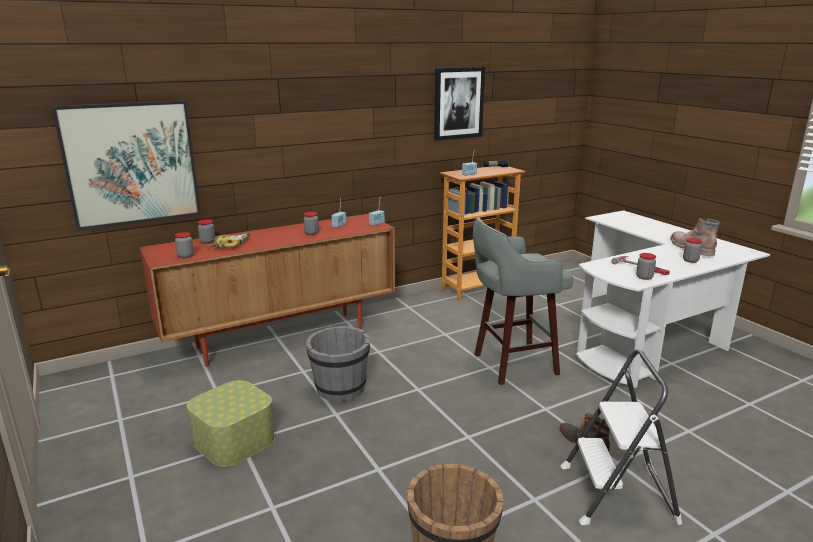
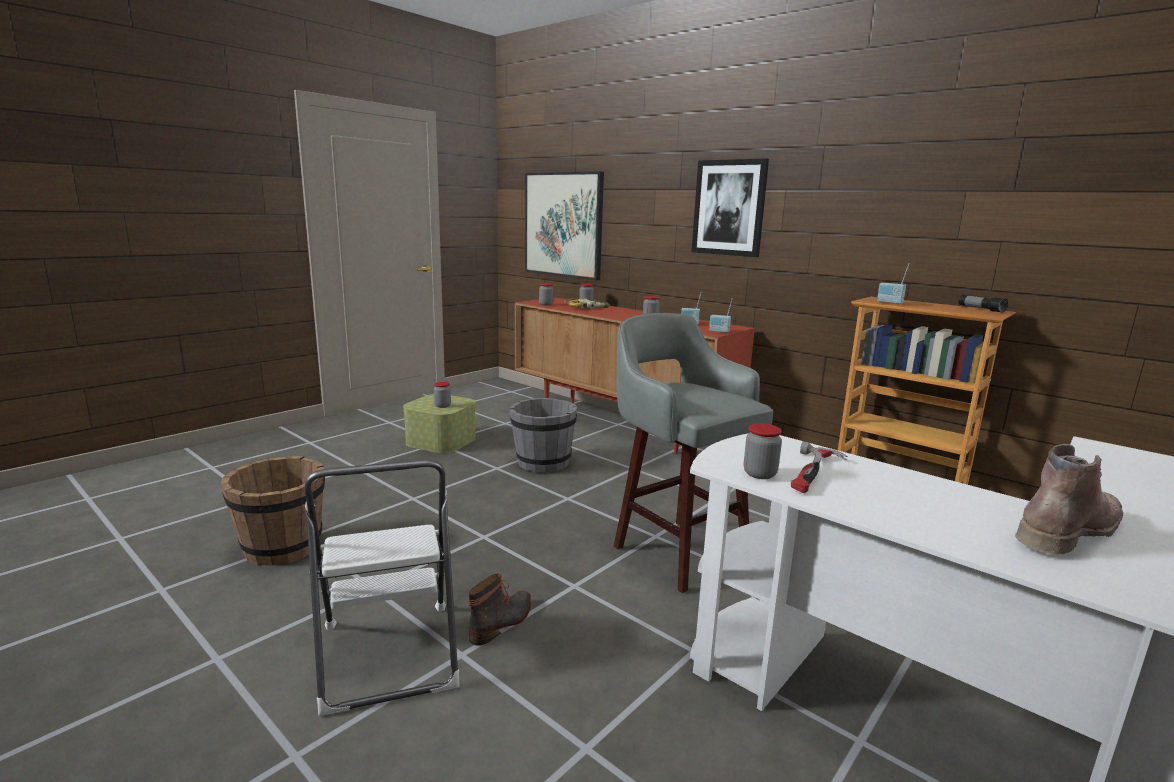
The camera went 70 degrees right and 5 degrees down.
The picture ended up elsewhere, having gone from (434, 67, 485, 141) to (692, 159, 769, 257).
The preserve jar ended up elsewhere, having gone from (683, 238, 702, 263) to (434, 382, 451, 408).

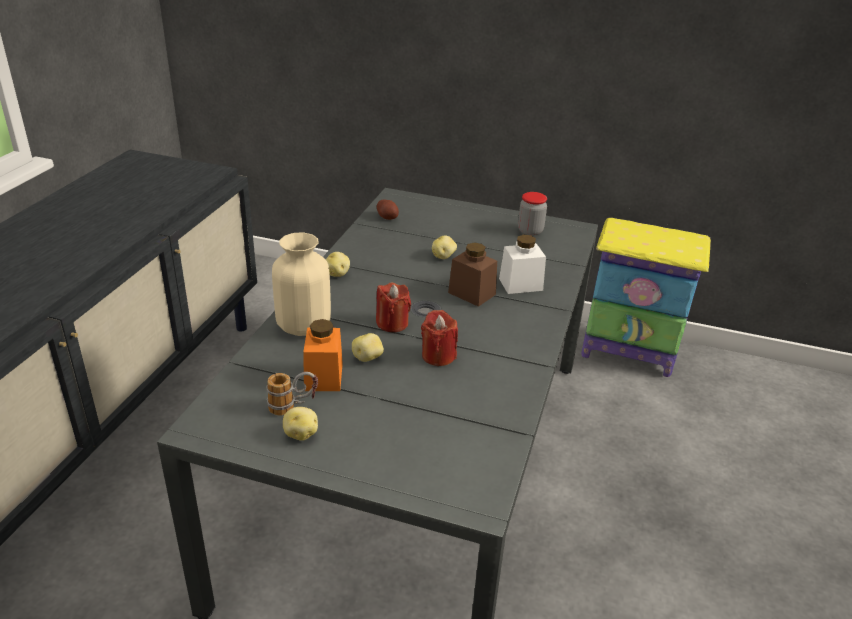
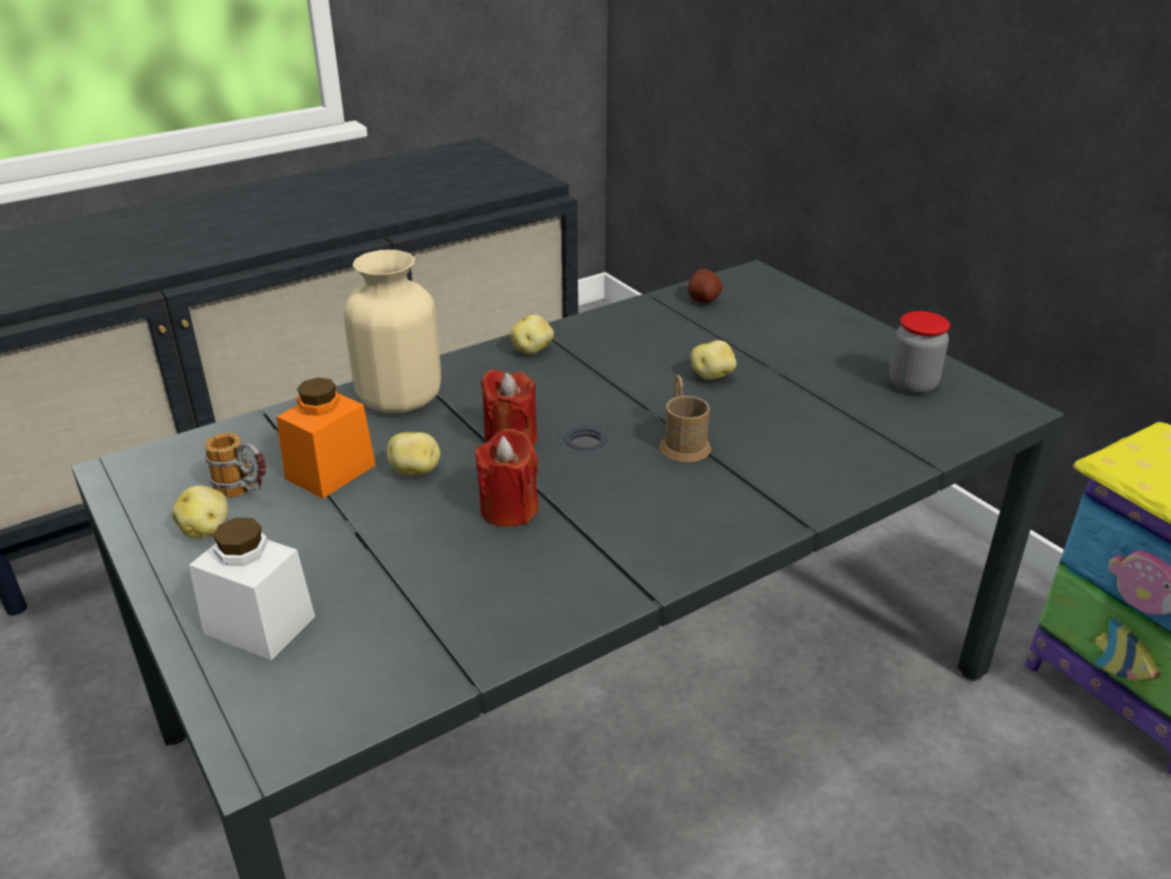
The camera went 40 degrees right and 0 degrees up.
Where the preserve jar (brown-coloured) stood at (448, 242, 497, 307), the coffee mug (brown-coloured) came to stand at (660, 375, 711, 462).
The preserve jar (white) ended up elsewhere, having gone from (499, 235, 546, 294) to (189, 518, 315, 660).

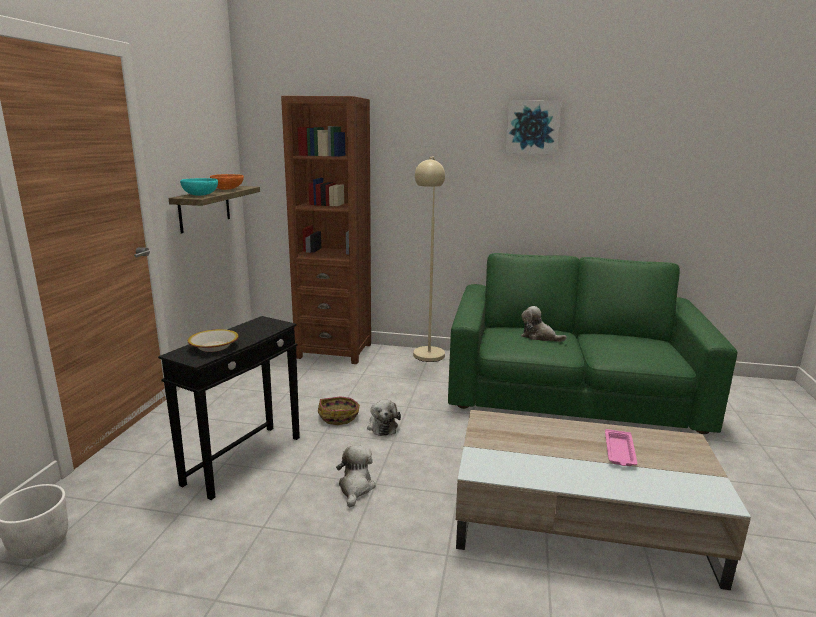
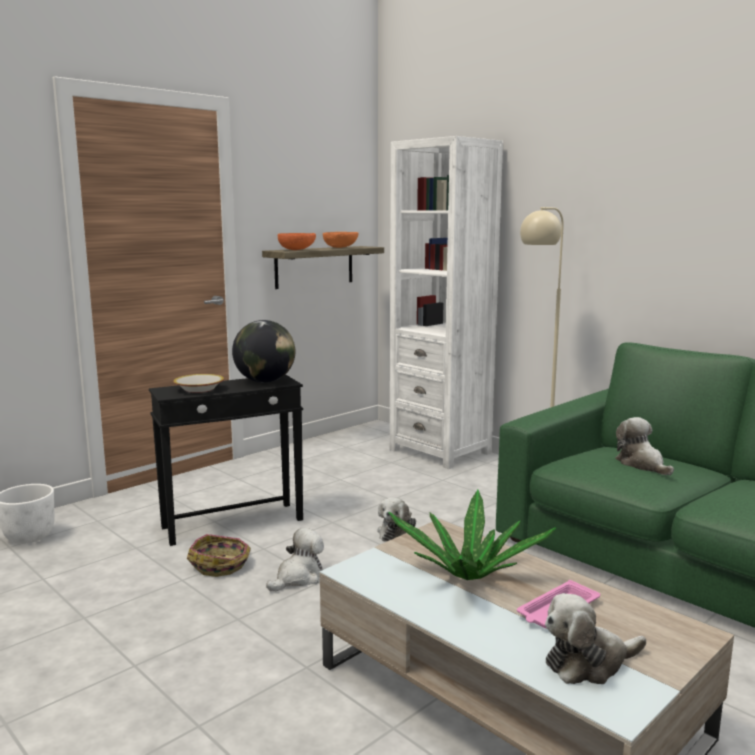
The camera went 35 degrees right and 5 degrees down.
What was the bowl (turquoise-coloured) at (180, 178, 218, 196) turned into the bowl (orange-coloured) at (278, 233, 316, 250).
What was the shelving unit (brown-coloured) at (281, 96, 371, 364) turned into the shelving unit (white) at (390, 136, 503, 469).
The household basket ended up elsewhere, having gone from (318, 396, 360, 425) to (187, 534, 251, 577).
The second view lost the picture at (505, 100, 562, 154).
The second view gained the globe at (232, 320, 295, 383).
The second view gained the plant in a pot at (389, 490, 556, 580).
The second view gained the cuddly toy at (545, 593, 646, 684).

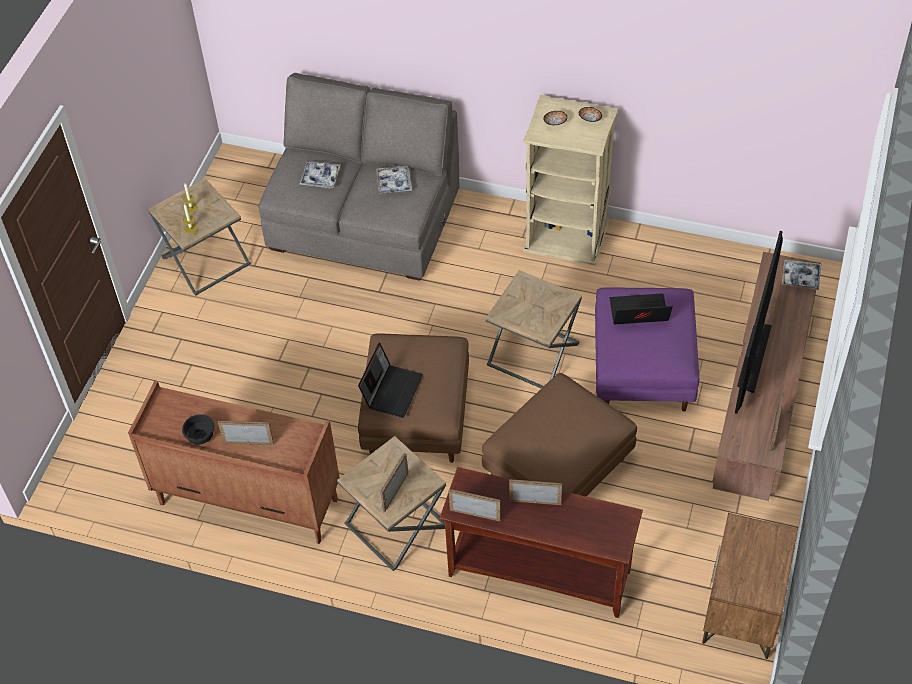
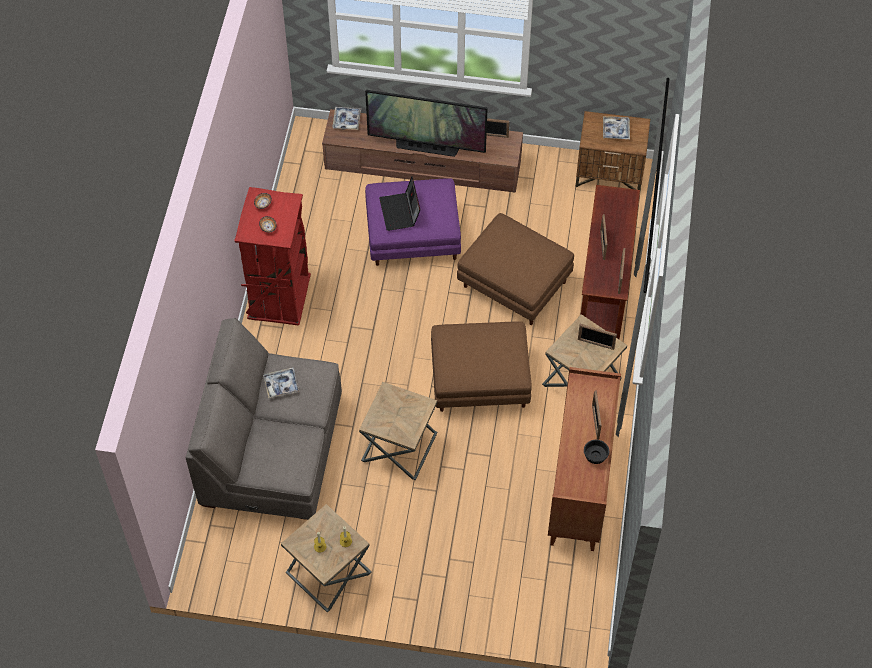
The camera went 100 degrees left and 5 degrees up.
The serving tray ended up elsewhere, having gone from (299, 161, 341, 188) to (603, 116, 630, 139).
The second view lost the laptop at (358, 343, 423, 418).
The side table (brown-coloured) ended up elsewhere, having gone from (486, 270, 582, 388) to (359, 382, 437, 480).
What was the shelving unit (sand-coloured) at (523, 95, 618, 265) turned into the shelving unit (red-coloured) at (234, 187, 311, 325).

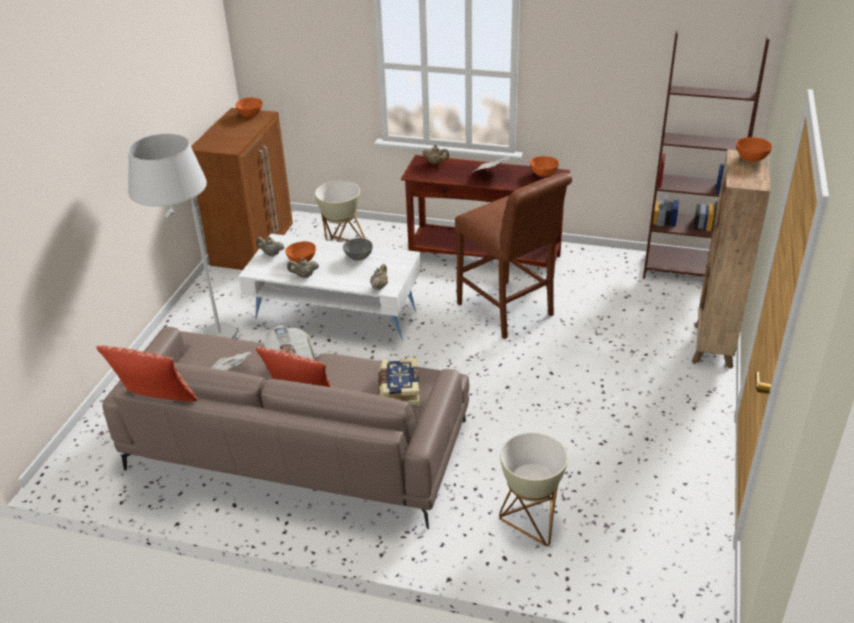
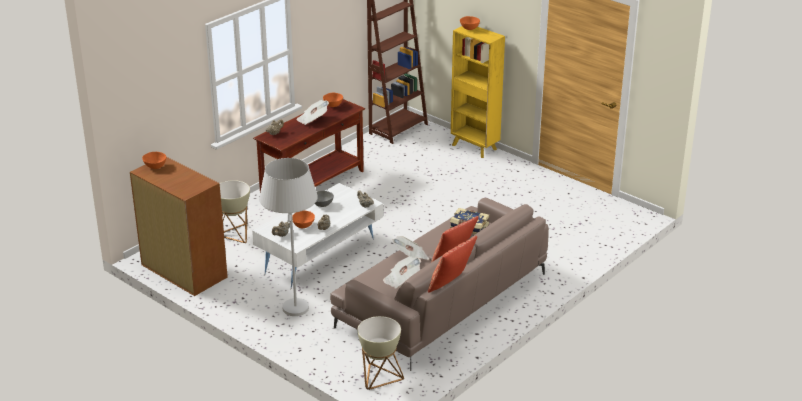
The camera went 65 degrees left and 5 degrees down.
The second view lost the stool seat (brown-coloured) at (455, 173, 572, 339).
The planter ended up elsewhere, having gone from (499, 432, 568, 546) to (357, 316, 404, 390).
What was the shelving unit (brown-coloured) at (692, 149, 770, 369) turned into the shelving unit (yellow) at (451, 26, 505, 158).

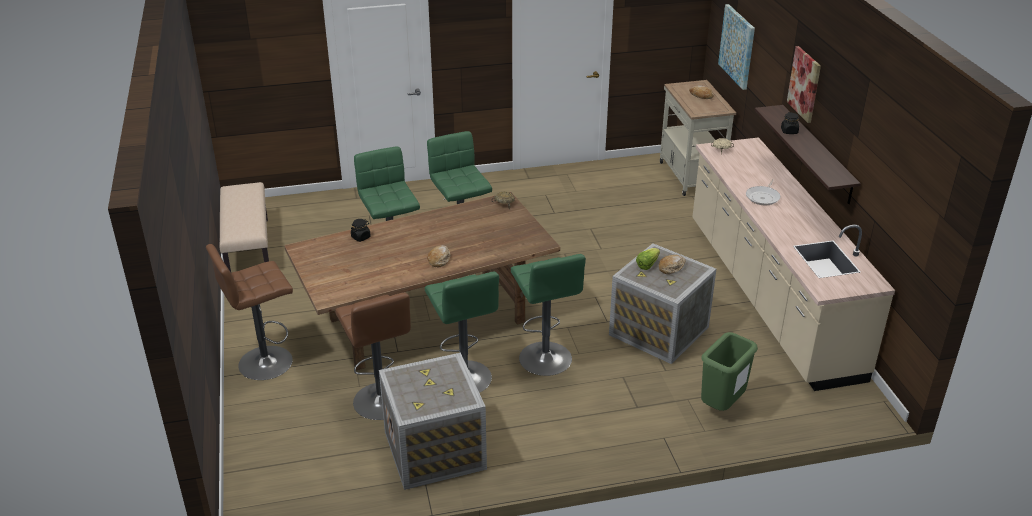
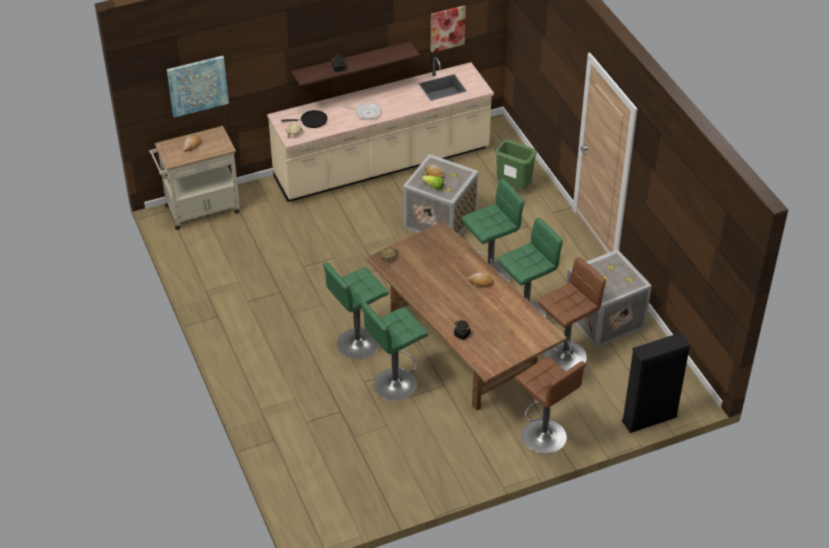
The camera went 100 degrees left and 10 degrees up.
The second view lost the long seat (sand-coloured) at (220, 182, 269, 272).
The picture ended up elsewhere, having gone from (787, 46, 821, 123) to (431, 5, 466, 53).
The second view gained the skillet (black-coloured) at (281, 110, 327, 128).
The second view gained the shelving unit (black-coloured) at (621, 332, 691, 433).

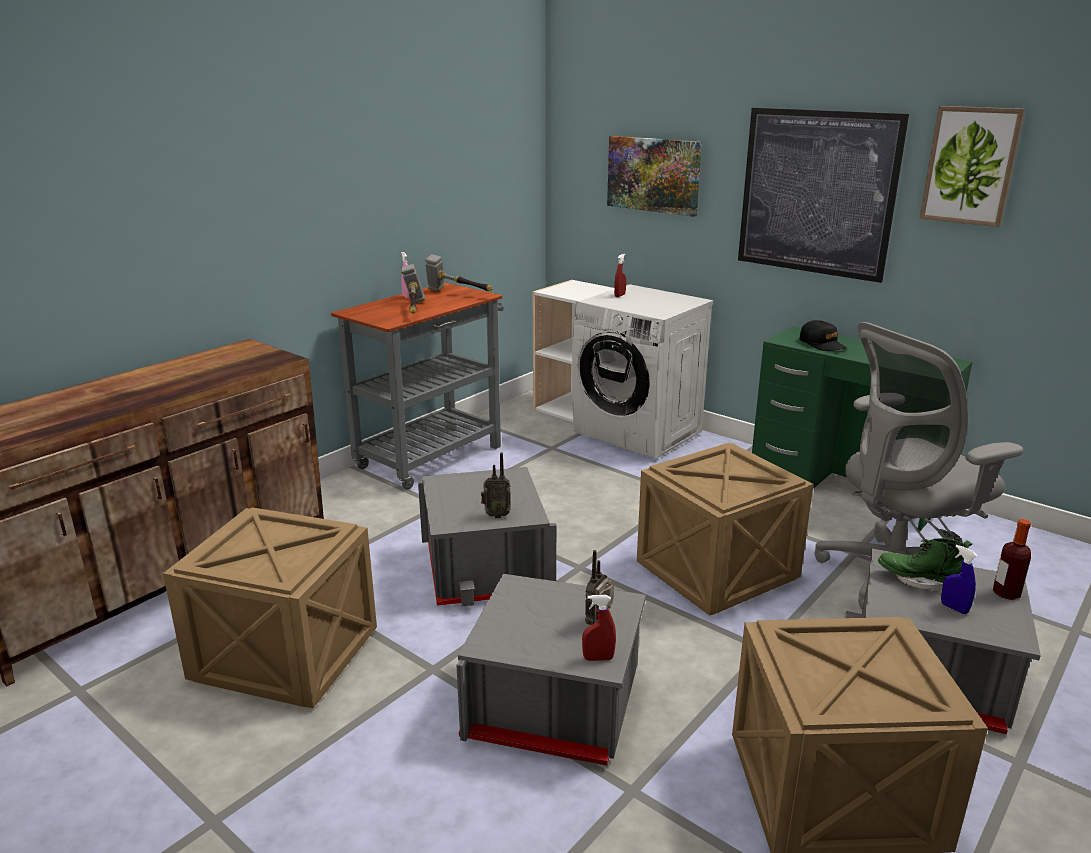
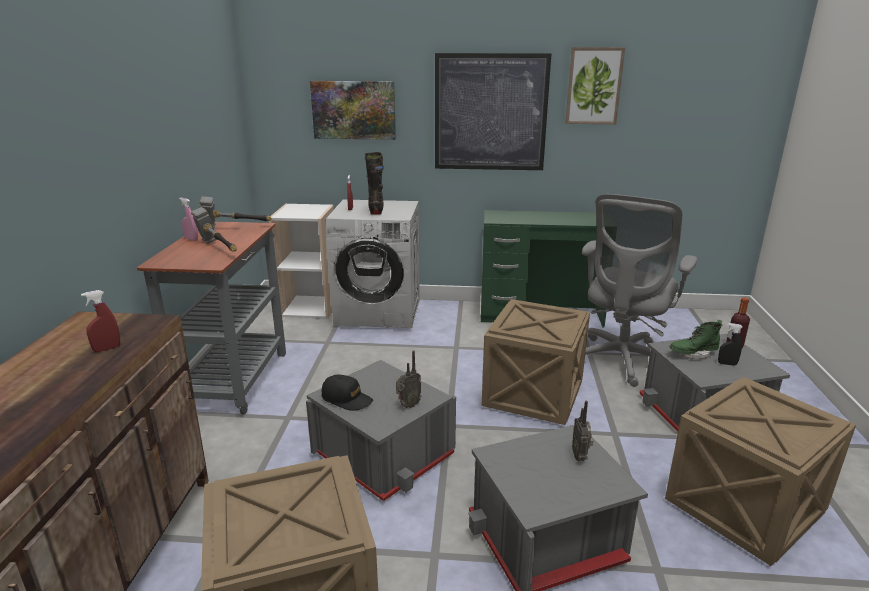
The camera went 35 degrees left and 0 degrees up.
The spray bottle (red-coloured) ended up elsewhere, having gone from (582, 595, 616, 661) to (81, 290, 120, 352).
The cap (black-coloured) ended up elsewhere, having gone from (799, 320, 847, 351) to (322, 375, 373, 411).
What was the spray bottle (blue) at (941, 545, 978, 614) turned into the spray bottle (black-coloured) at (718, 323, 743, 366).
The second view gained the tall boot (black-coloured) at (365, 152, 384, 215).

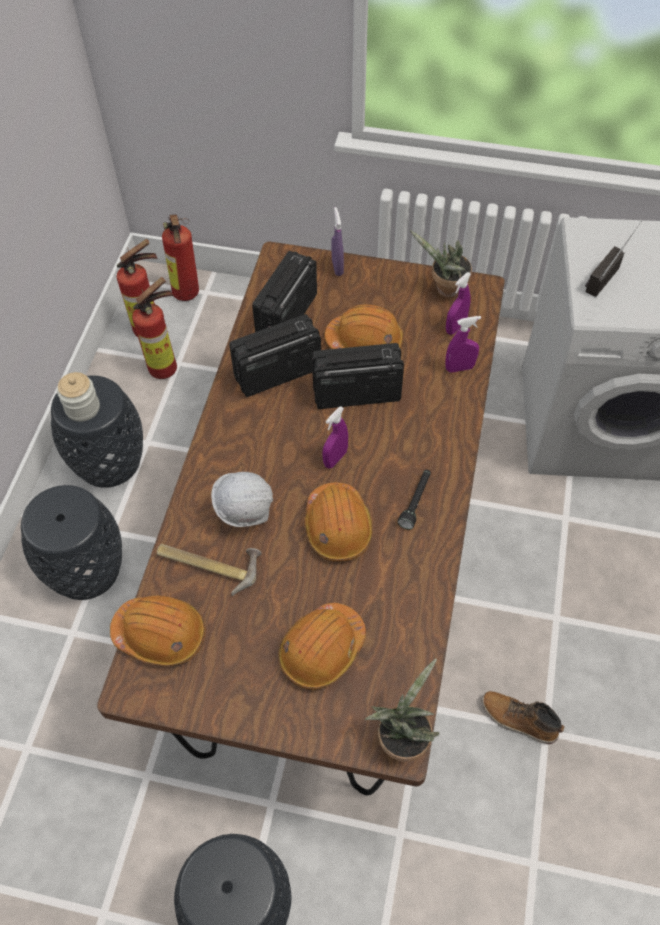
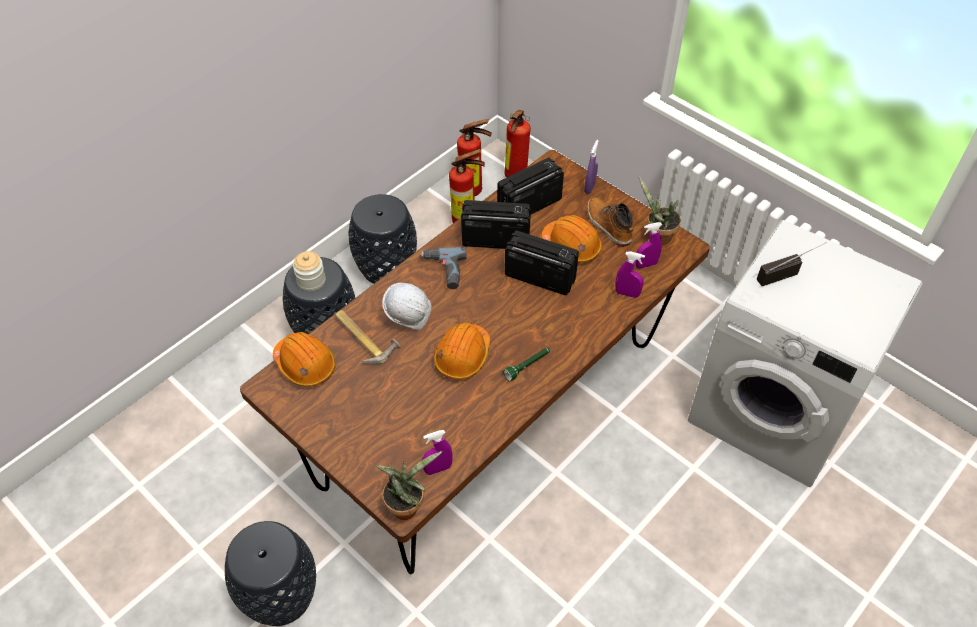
The camera went 30 degrees right and 5 degrees down.
The preserve jar ended up elsewhere, having gone from (57, 372, 100, 422) to (293, 251, 326, 292).
The second view lost the safety helmet (orange-coloured) at (278, 603, 366, 690).
The spray bottle (purplish) ended up elsewhere, having gone from (323, 406, 348, 469) to (422, 430, 453, 475).
What was the hand torch (black-coloured) at (398, 469, 431, 530) turned into the hand torch (greenish) at (503, 347, 550, 381).
The tall boot ended up elsewhere, having gone from (482, 691, 565, 744) to (587, 197, 633, 247).
The second view gained the electric drill at (421, 247, 467, 289).

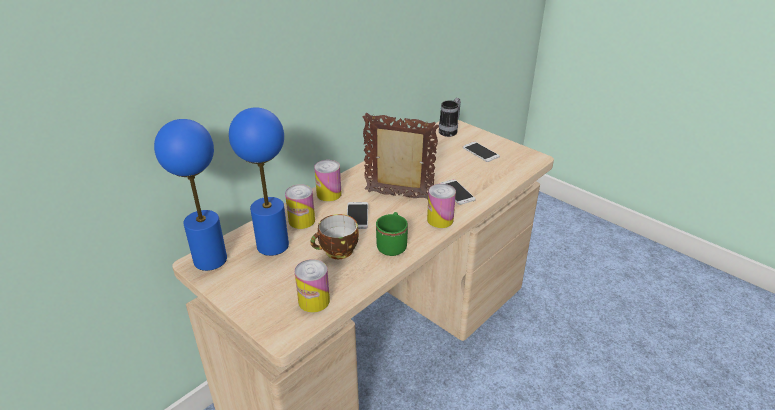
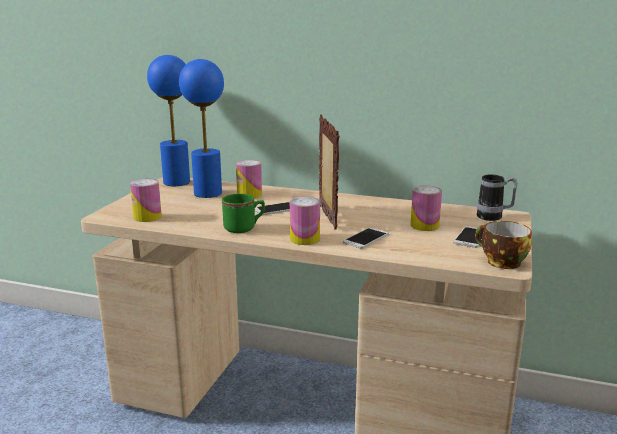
The camera went 65 degrees right and 15 degrees down.
The cup ended up elsewhere, having gone from (310, 214, 359, 259) to (475, 221, 532, 269).
The can ended up elsewhere, having gone from (314, 160, 342, 201) to (411, 185, 442, 231).

